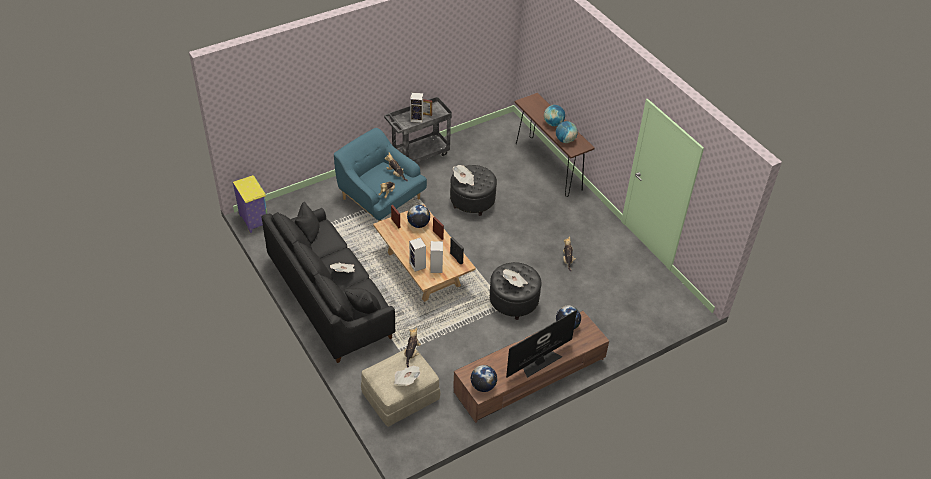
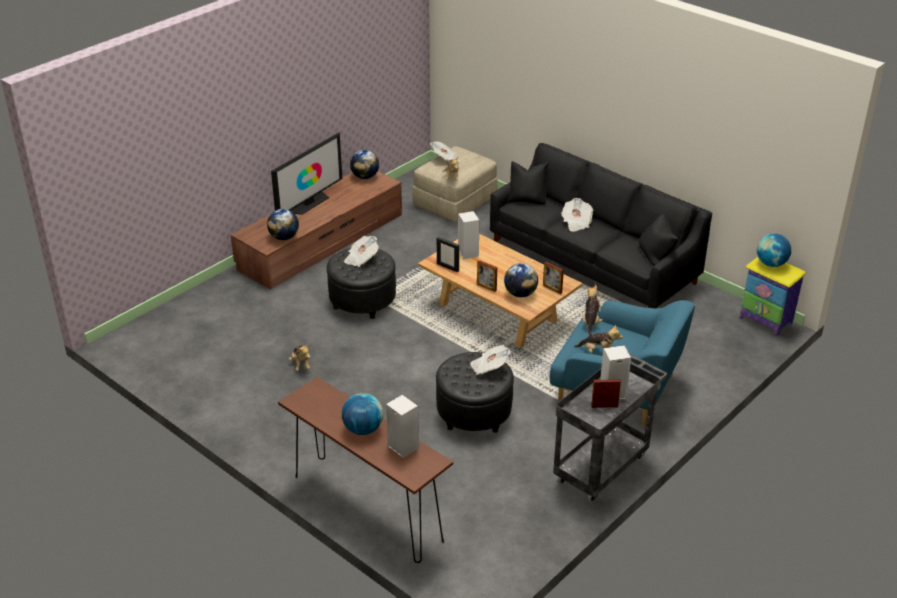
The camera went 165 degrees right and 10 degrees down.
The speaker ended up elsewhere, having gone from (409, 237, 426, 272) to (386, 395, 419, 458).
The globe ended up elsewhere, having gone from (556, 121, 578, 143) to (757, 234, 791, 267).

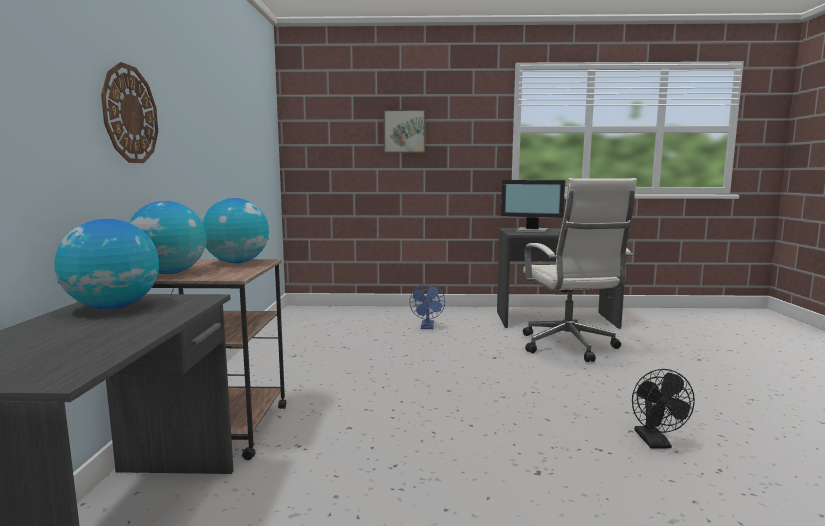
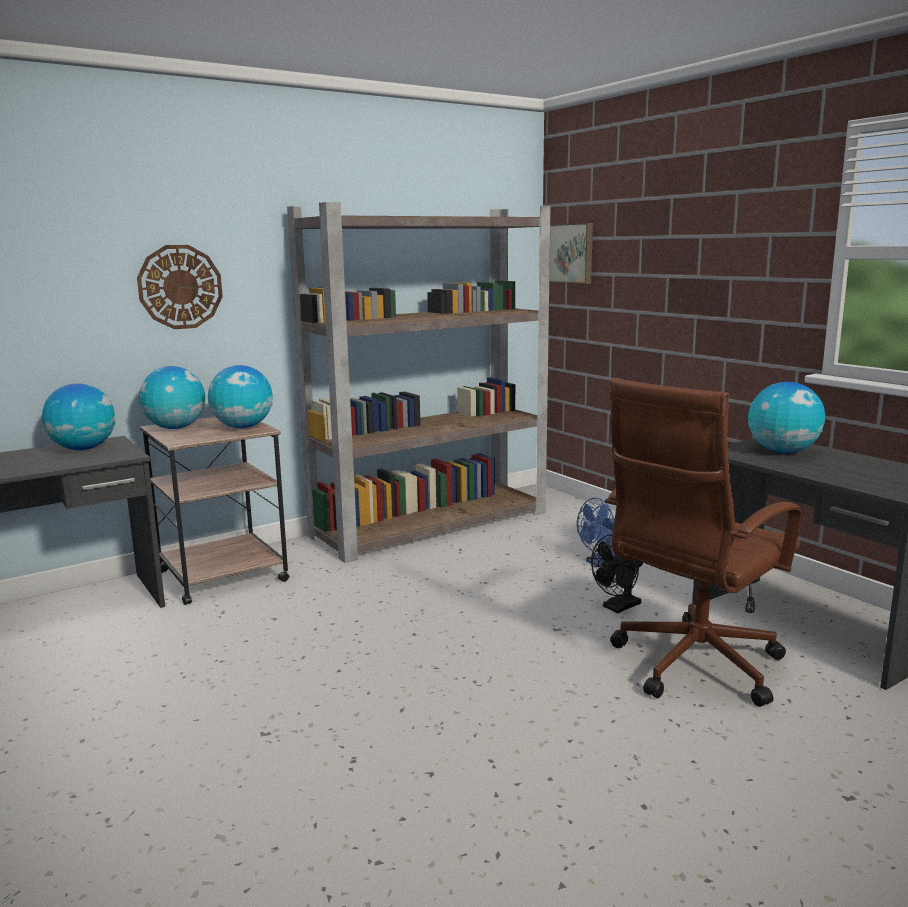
The camera went 55 degrees right and 5 degrees up.
The picture ended up elsewhere, having gone from (383, 110, 425, 153) to (549, 223, 593, 284).
Where the monitor stood at (501, 180, 565, 233), the globe came to stand at (748, 382, 825, 453).
What was the office chair (white) at (523, 178, 637, 362) turned into the office chair (brown-coloured) at (605, 378, 801, 707).
The electric fan (black-coloured) ended up elsewhere, having gone from (632, 369, 695, 449) to (591, 534, 643, 613).
The second view gained the shelving unit (brown-coloured) at (287, 202, 550, 563).

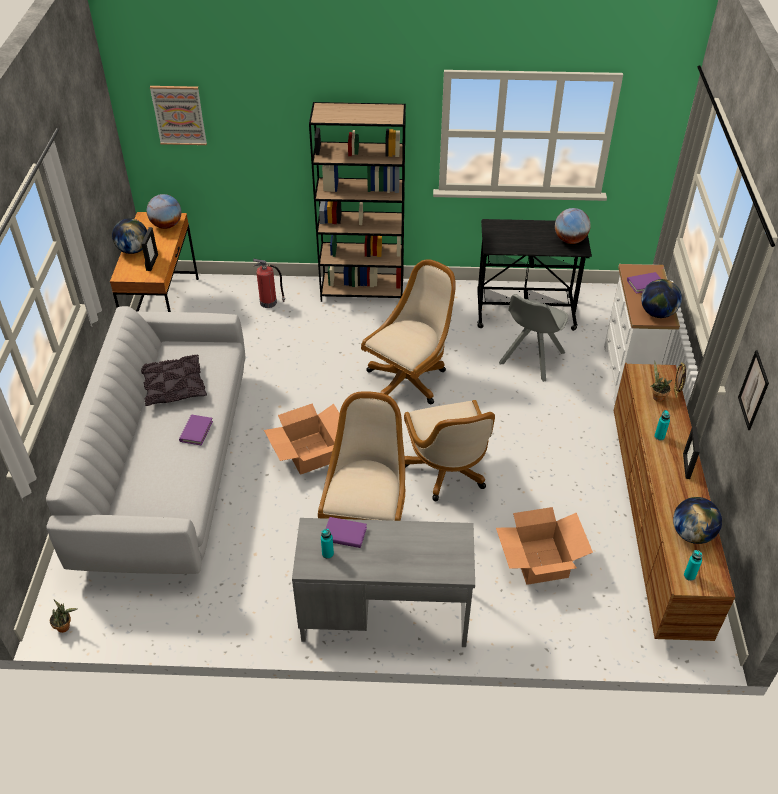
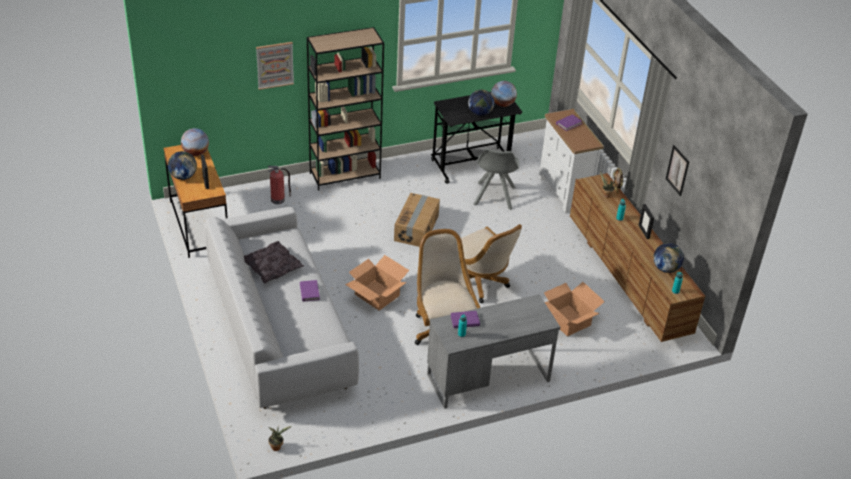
The camera went 25 degrees left and 5 degrees down.
The picture ended up elsewhere, having gone from (150, 86, 207, 145) to (256, 42, 294, 90).
Where the office chair stood at (361, 259, 456, 404), the carton came to stand at (394, 193, 440, 247).
The globe ended up elsewhere, having gone from (641, 279, 682, 318) to (468, 90, 494, 116).

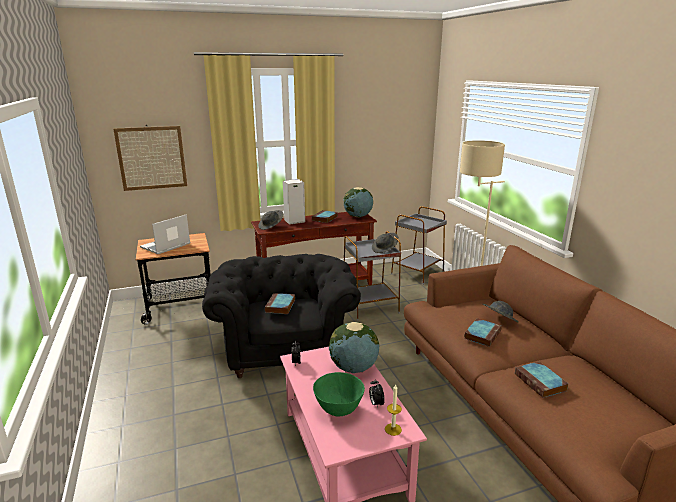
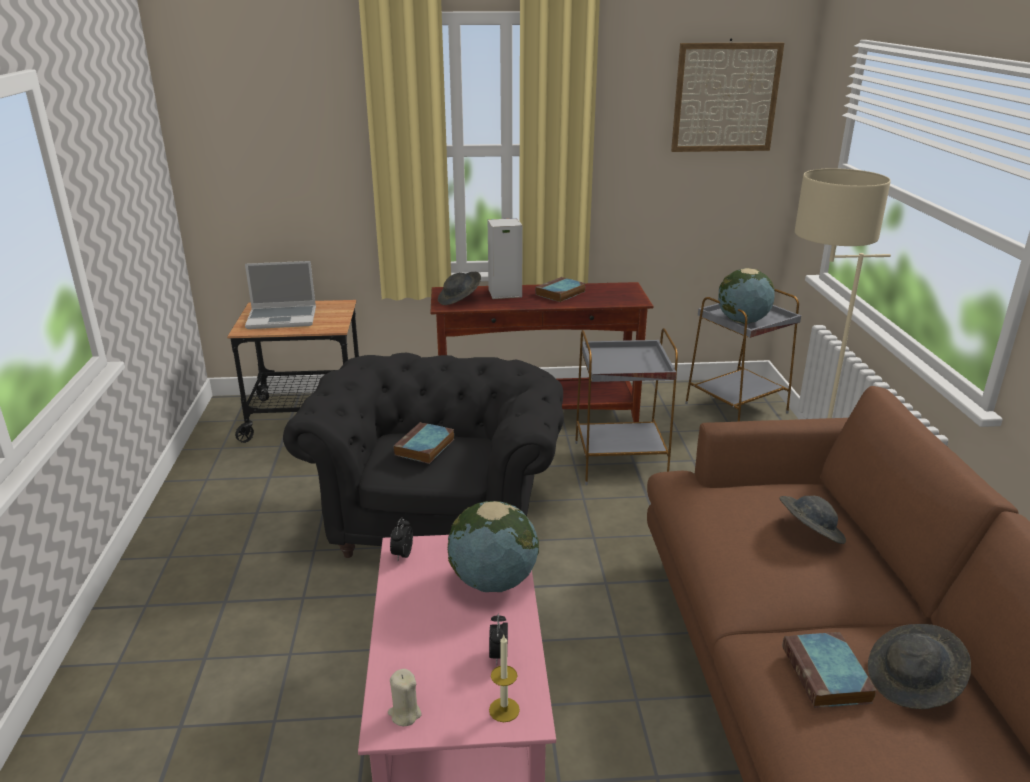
The camera went 15 degrees right and 5 degrees up.
The picture ended up elsewhere, having gone from (113, 125, 187, 191) to (671, 39, 784, 152).
The laptop at (140, 214, 190, 254) ended up facing another way, 150 degrees counterclockwise from before.
The second view lost the bowl (greenish) at (313, 372, 365, 416).
The globe ended up elsewhere, having gone from (343, 187, 373, 217) to (718, 268, 775, 324).
The wearable hat (gray) ended up elsewhere, having gone from (372, 233, 399, 253) to (868, 624, 971, 709).
The second view lost the book at (464, 318, 502, 347).
The second view gained the wax candle (sand-coloured) at (388, 669, 422, 726).

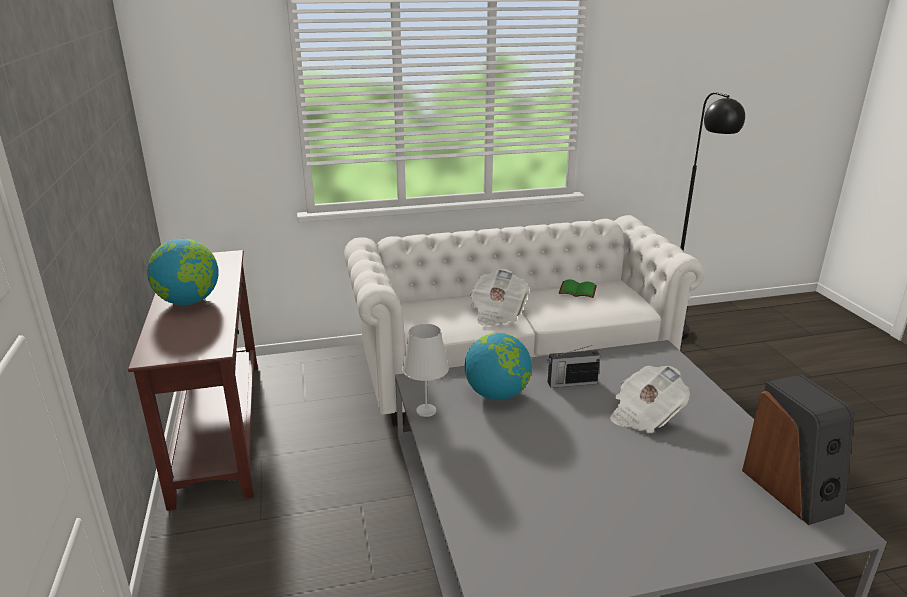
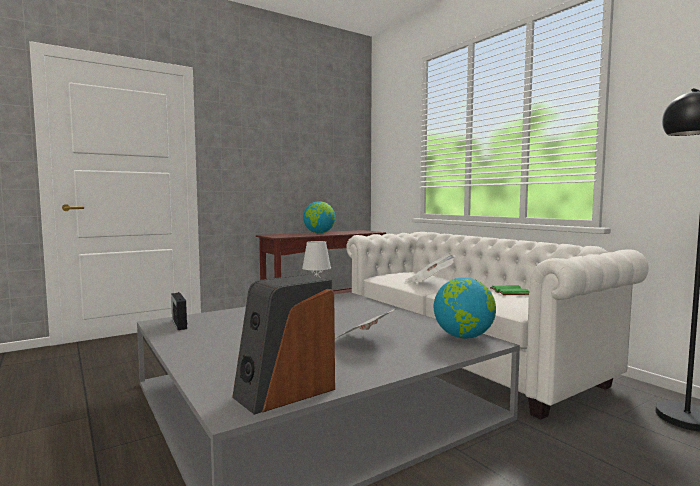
The camera went 70 degrees right and 20 degrees down.
The globe ended up elsewhere, having gone from (465, 333, 532, 400) to (434, 277, 496, 339).
The radio receiver ended up elsewhere, having gone from (548, 345, 600, 388) to (171, 292, 187, 330).

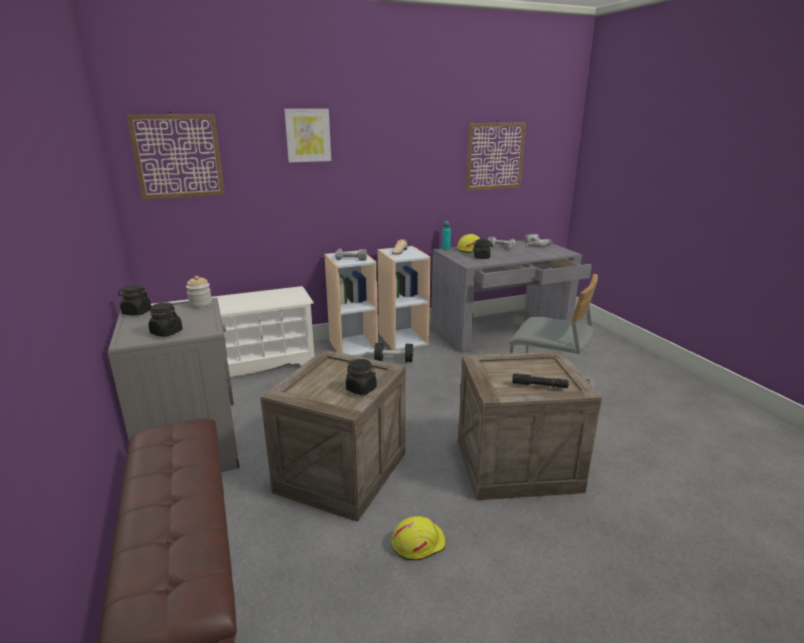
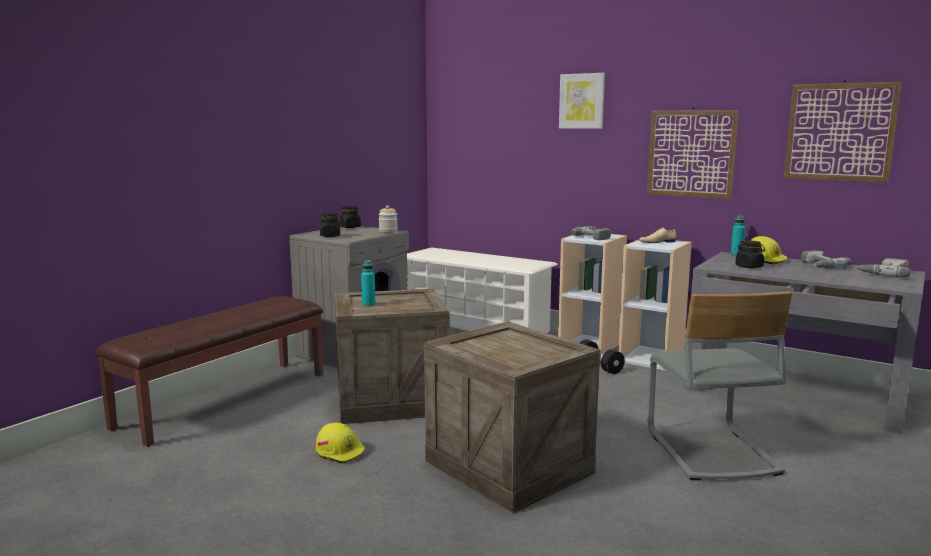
The camera went 55 degrees right and 10 degrees down.
The picture ended up elsewhere, having gone from (127, 111, 225, 199) to (647, 107, 739, 199).
The second view lost the preserve jar (black-coloured) at (346, 359, 377, 395).
The second view lost the hand torch (black-coloured) at (512, 373, 569, 388).
The second view gained the beverage bottle (turquoise-coloured) at (361, 260, 376, 307).

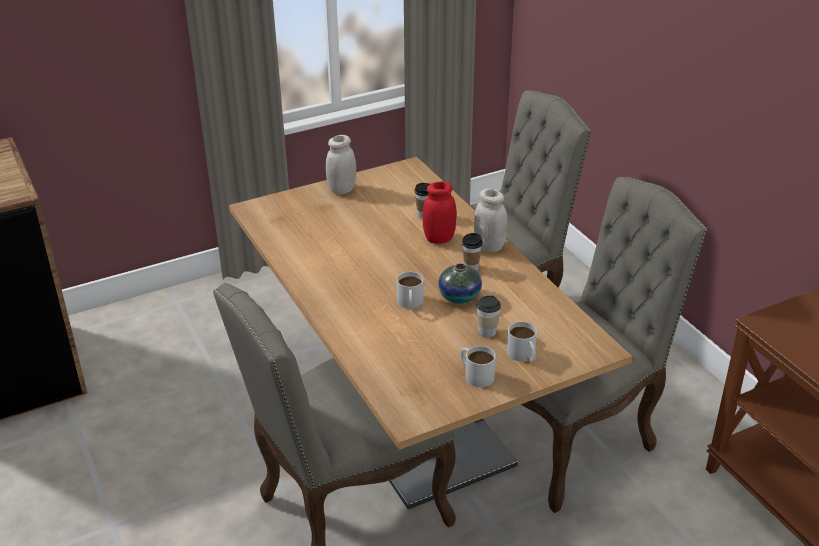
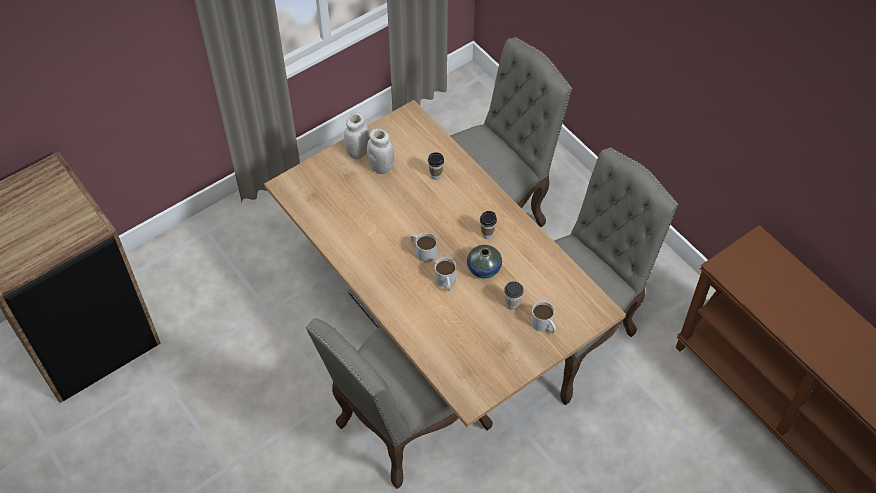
The camera went 10 degrees left and 20 degrees up.
The second view lost the preserve jar (red-coloured) at (423, 181, 457, 244).
The coffee mug (white) ended up elsewhere, having gone from (460, 346, 496, 387) to (410, 233, 437, 262).
The preserve jar (white) ended up elsewhere, having gone from (474, 188, 507, 252) to (367, 128, 394, 174).

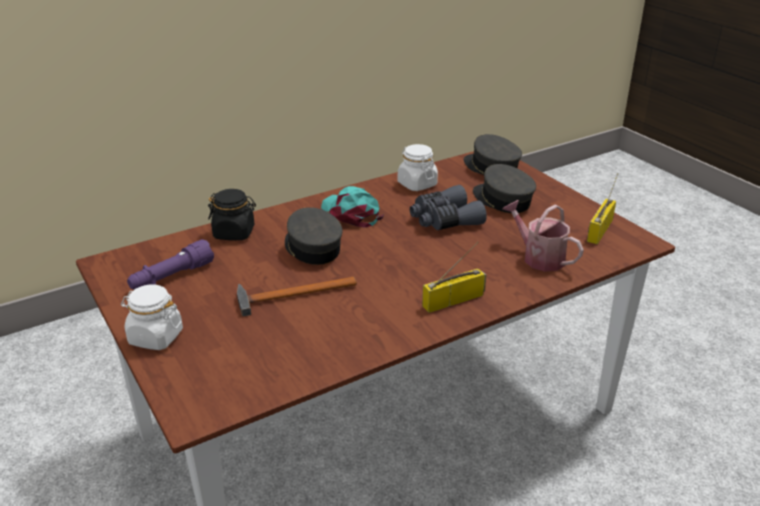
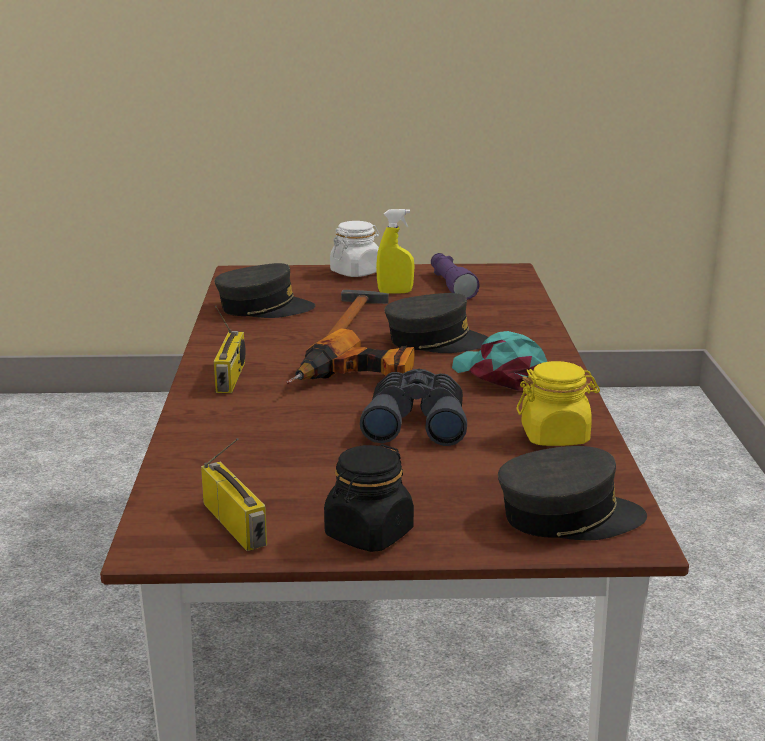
The camera went 120 degrees right and 10 degrees down.
The preserve jar (black-coloured) ended up elsewhere, having gone from (208, 189, 256, 240) to (324, 444, 414, 552).
The cap (turquoise-coloured) at (321, 186, 384, 228) ended up facing another way, 120 degrees counterclockwise from before.
What was the preserve jar (white) at (398, 144, 438, 191) turned into the preserve jar (yellow) at (516, 361, 600, 446).
The cap (gray) ended up elsewhere, having gone from (473, 164, 536, 213) to (214, 263, 315, 318).
The second view lost the sprinkling can at (502, 200, 584, 272).
The second view gained the electric drill at (286, 328, 414, 384).
The second view gained the spray bottle (yellow) at (376, 209, 415, 293).

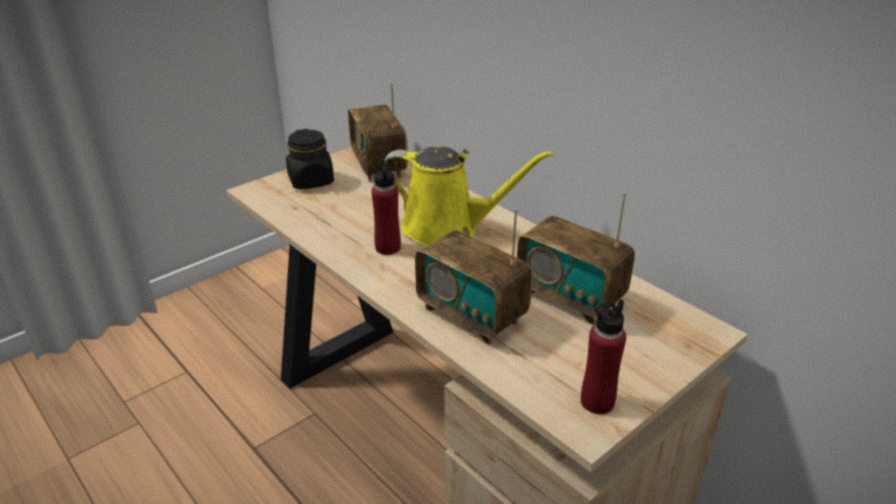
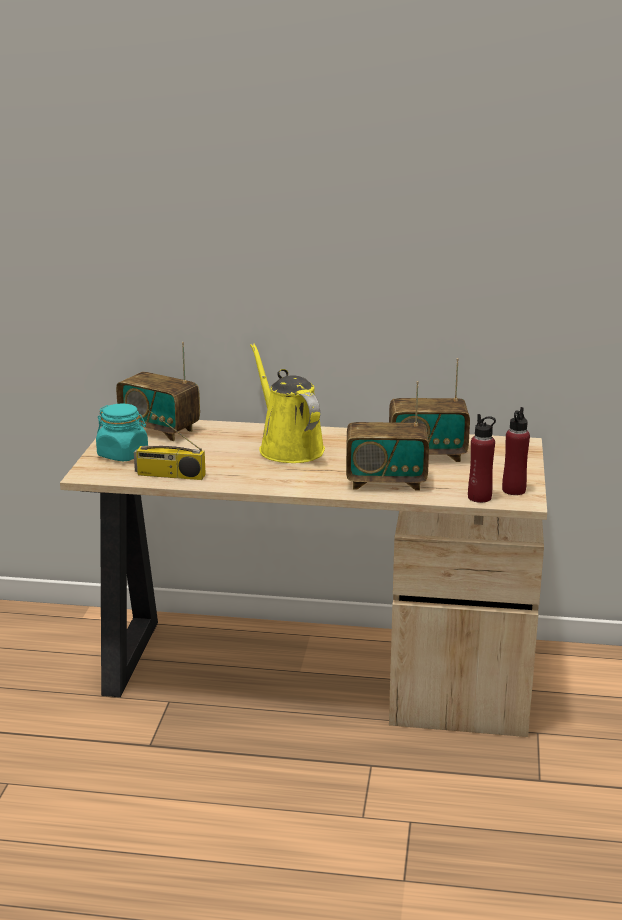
The camera went 40 degrees left and 10 degrees down.
What was the preserve jar (black-coloured) at (286, 129, 334, 189) turned into the preserve jar (turquoise-coloured) at (96, 403, 148, 461).
The beverage bottle (red-coloured) ended up elsewhere, having gone from (372, 159, 401, 255) to (468, 414, 496, 503).
The sprinkling can (yellow) at (384, 146, 553, 246) ended up facing another way, 90 degrees counterclockwise from before.
The second view gained the radio receiver at (134, 409, 206, 480).

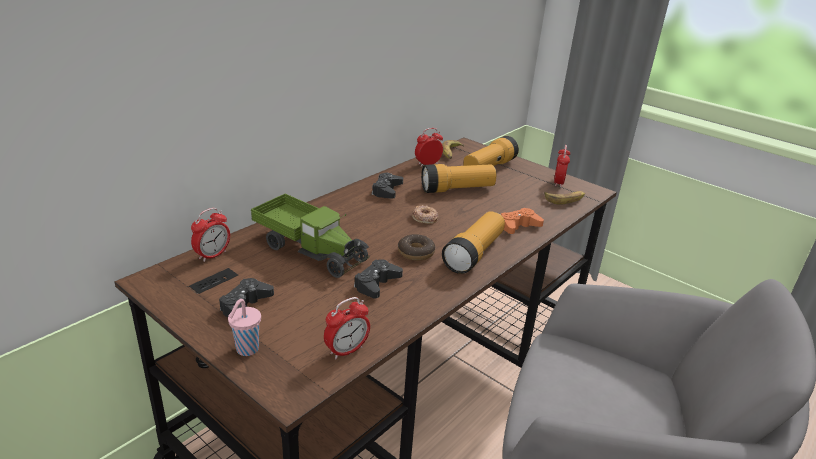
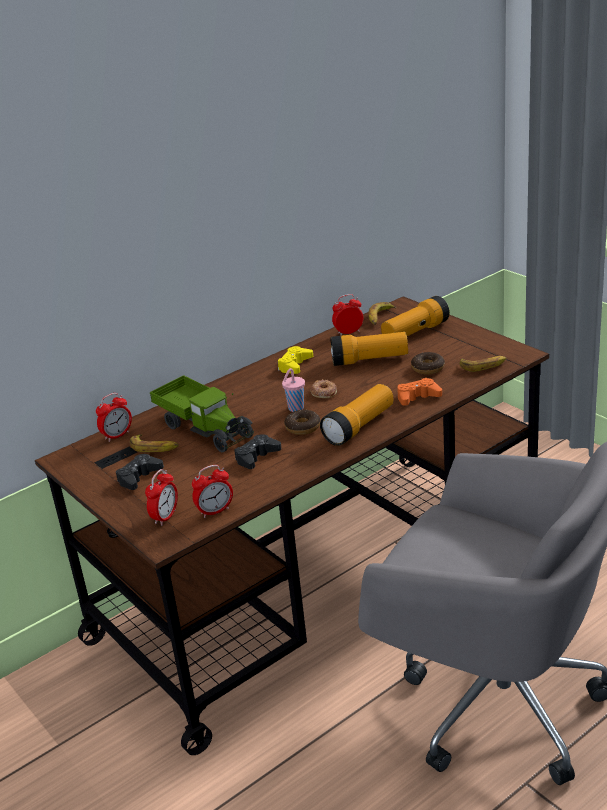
The camera went 15 degrees right and 0 degrees up.
The cup (pink) ended up elsewhere, having gone from (228, 299, 261, 356) to (282, 368, 305, 412).
What was the joypad (black-coloured) at (371, 173, 403, 199) turned into the joypad (yellow) at (278, 346, 313, 374).
The bedside clock ended up elsewhere, having gone from (554, 145, 570, 188) to (145, 469, 178, 526).
The second view gained the banana at (130, 434, 179, 452).
The second view gained the donut at (411, 352, 445, 375).

